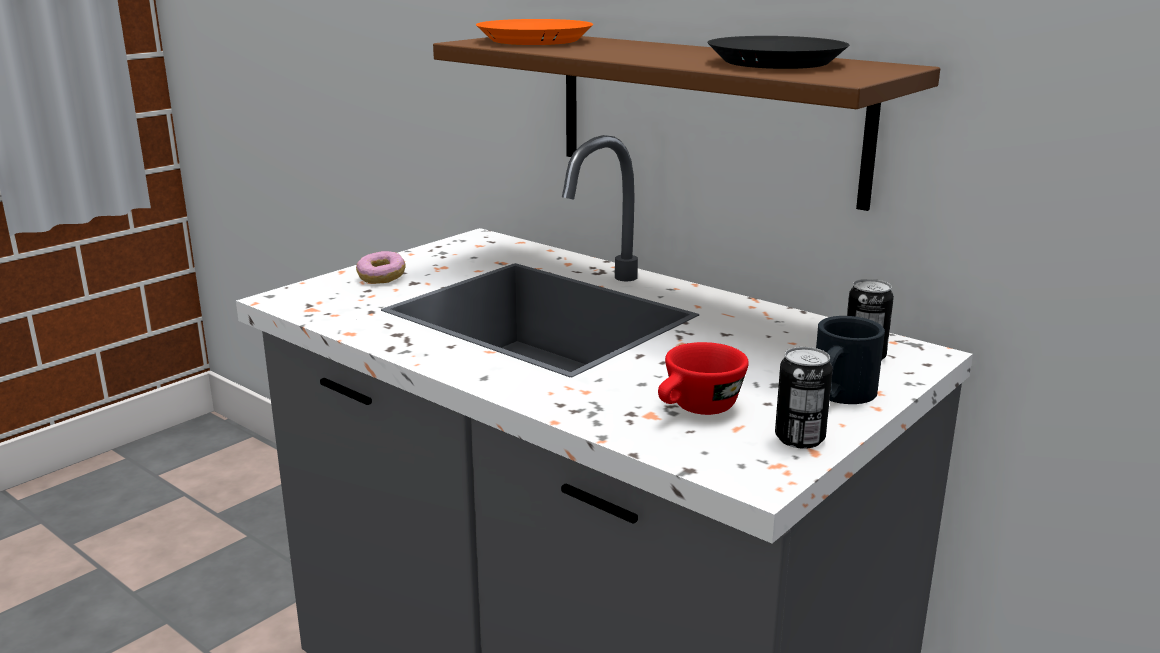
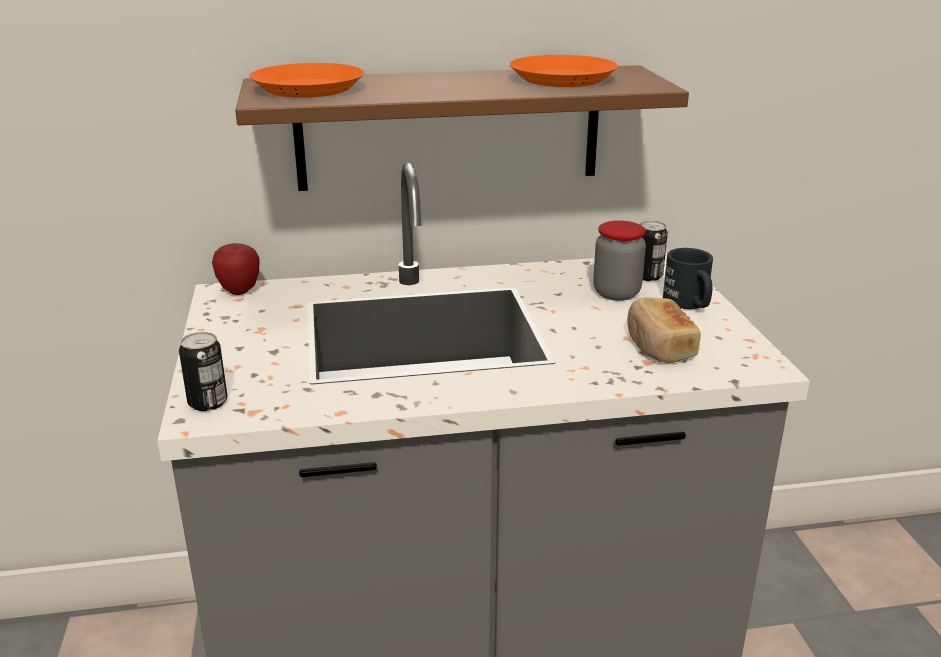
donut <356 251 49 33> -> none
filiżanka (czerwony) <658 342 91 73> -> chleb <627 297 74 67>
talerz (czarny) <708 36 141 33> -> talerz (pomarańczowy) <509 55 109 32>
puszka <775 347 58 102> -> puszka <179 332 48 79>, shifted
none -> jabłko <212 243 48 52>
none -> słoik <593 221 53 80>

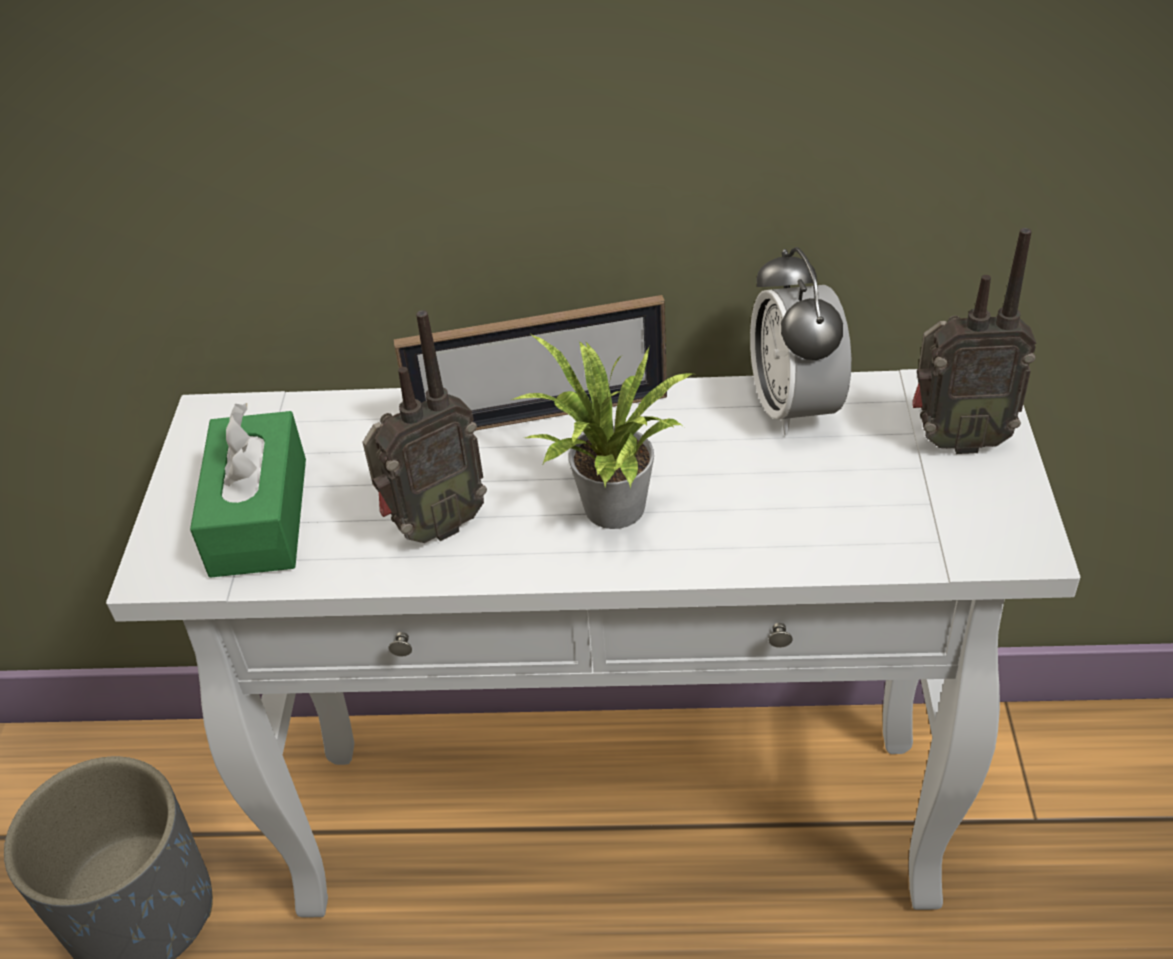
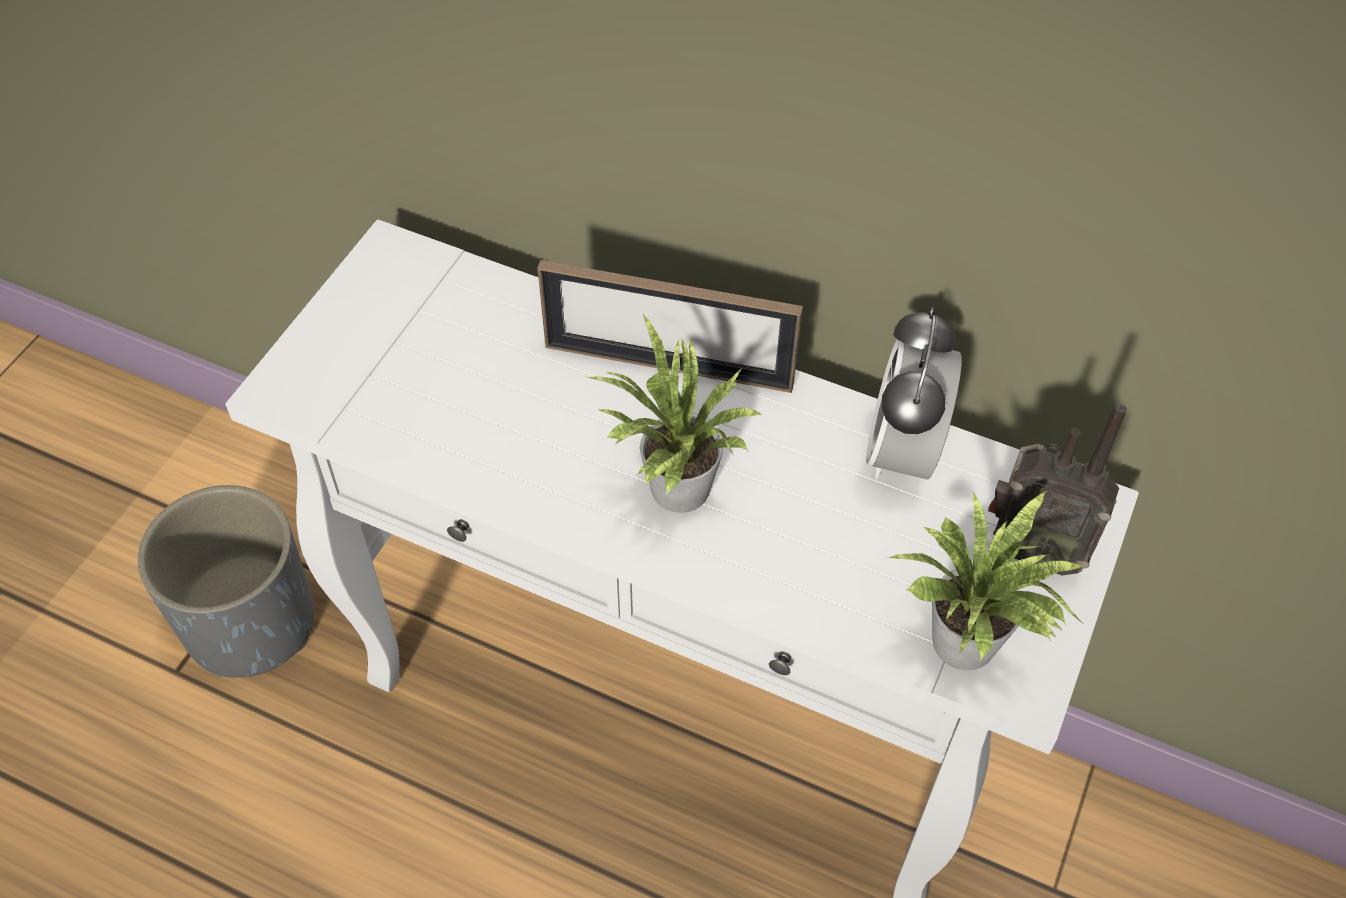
pudełko chusteczek (zielony) <190 403 116 175> -> none
radio <363 310 124 233> -> none
none -> roślina doniczkowa <888 491 197 179>

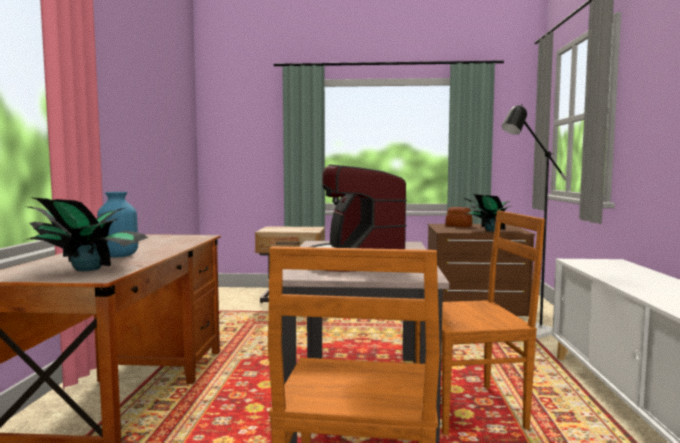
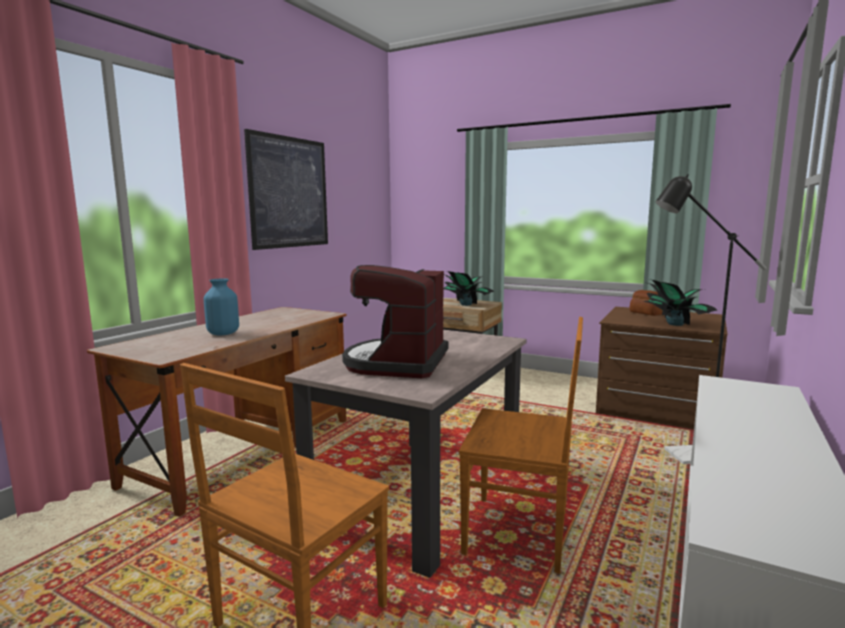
roślina doniczkowa <26 198 122 73> -> roślina doniczkowa <443 271 51 35>, shifted
none -> obraz <244 129 84 121>

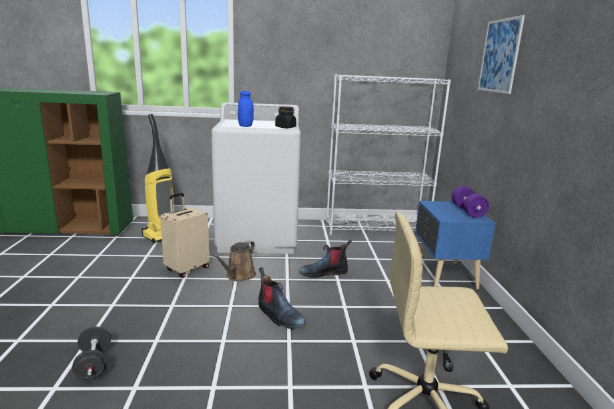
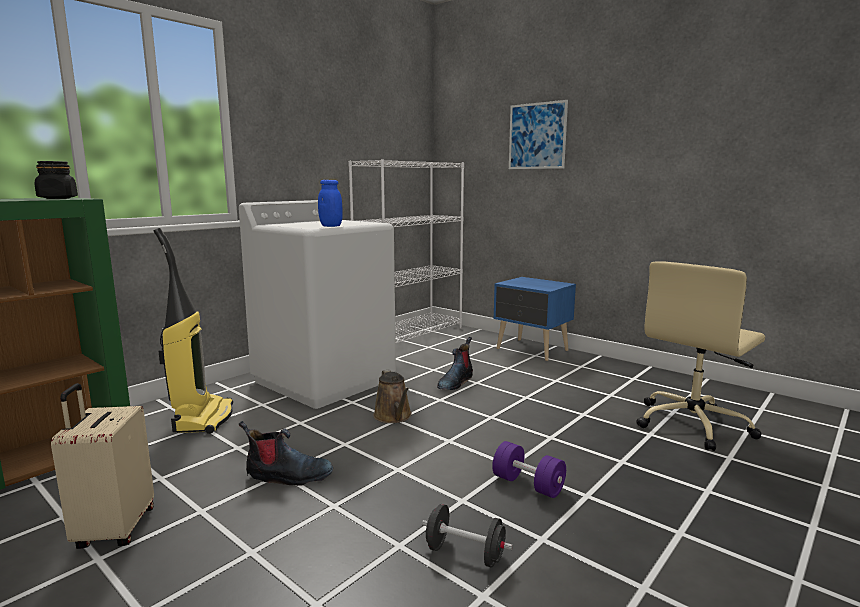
walizka (beżowy) <160 193 49 85> -> walizka (beżowy) <51 383 103 166>, shifted
but z cholewką <258 267 48 63> -> but z cholewką <239 421 94 65>, shifted
słoik (czarny) <275 106 21 22> -> słoik (czarny) <35 161 43 38>, shifted
hantel (fioletowy) <452 186 37 32> -> hantel (fioletowy) <492 441 74 57>, shifted

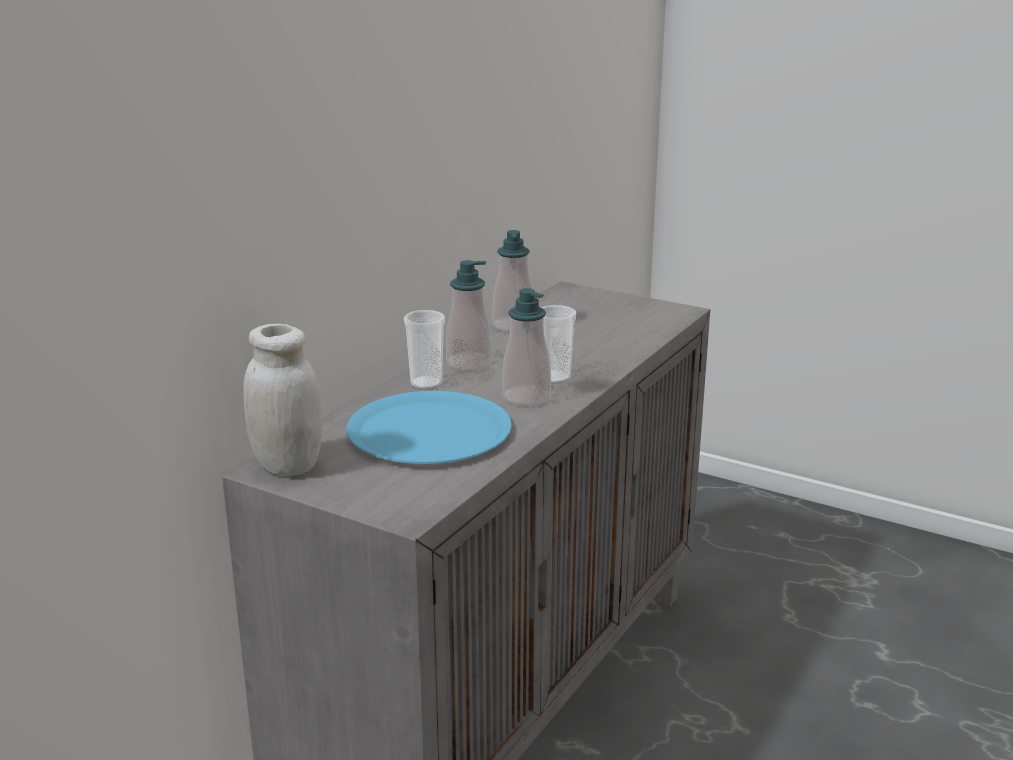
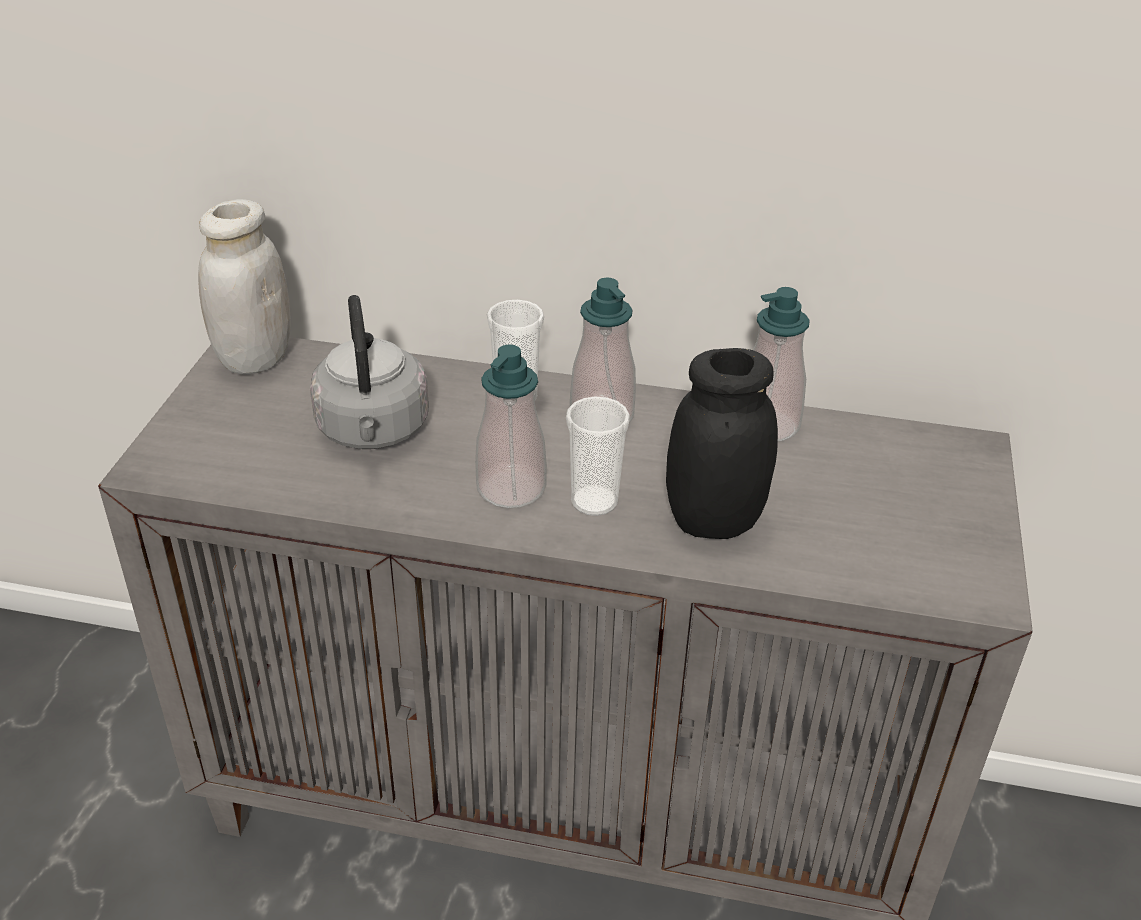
talerz (niebieski) <346 391 166 73> -> czajnik (szary) <310 295 119 154>
none -> słoik (czarny) <666 348 112 191>

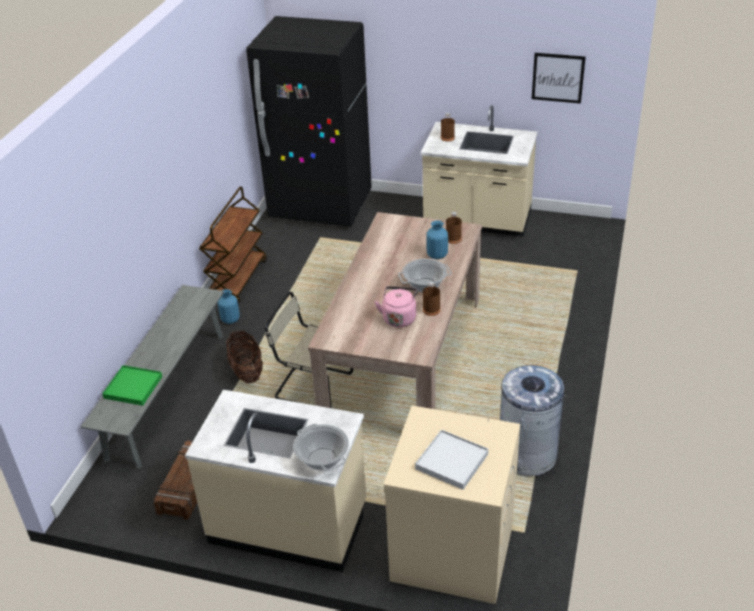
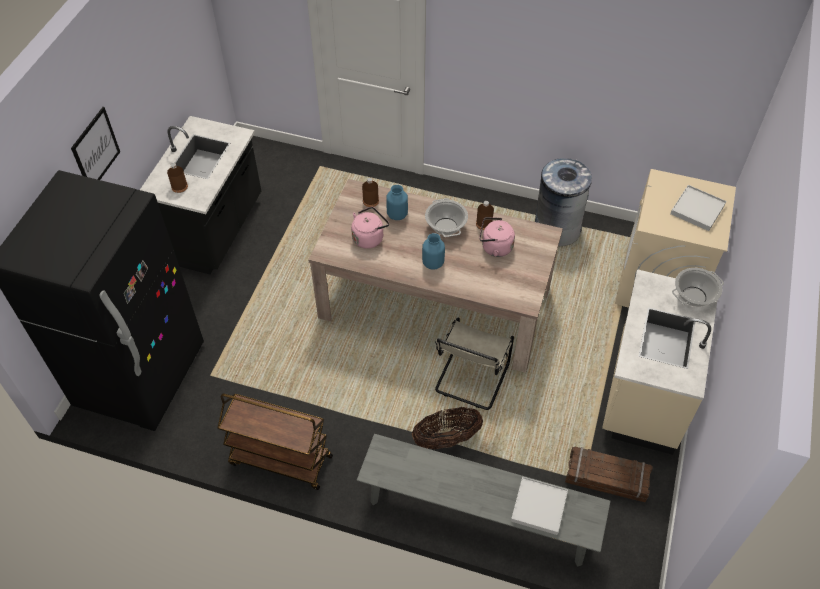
taca (zielony) <102 365 60 41> -> taca (biały) <511 477 57 58>
wazon (niebieski) <218 289 22 35> -> wazon (niebieski) <422 233 23 37>, shifted
zabudowa kuchenna (beżowy) <421 105 117 132> -> zabudowa kuchenna (czarny) <140 116 121 158>
obraz <532 53 54 51> -> obraz <71 107 49 73>, shifted
none -> czajnik (różowy) <351 207 38 42>

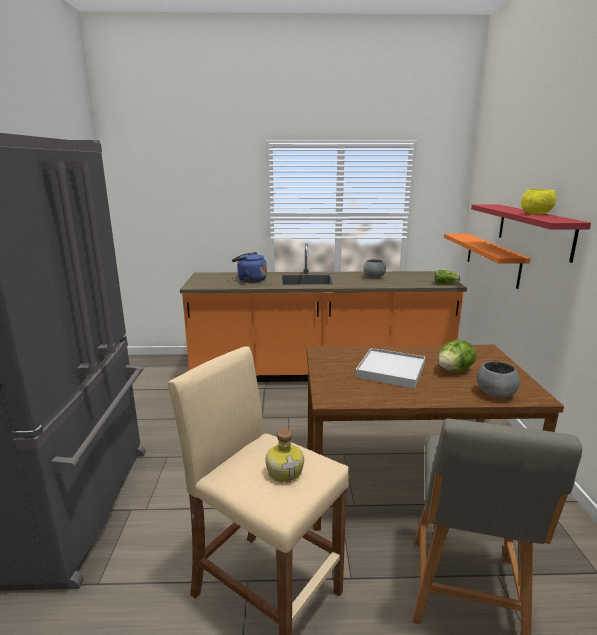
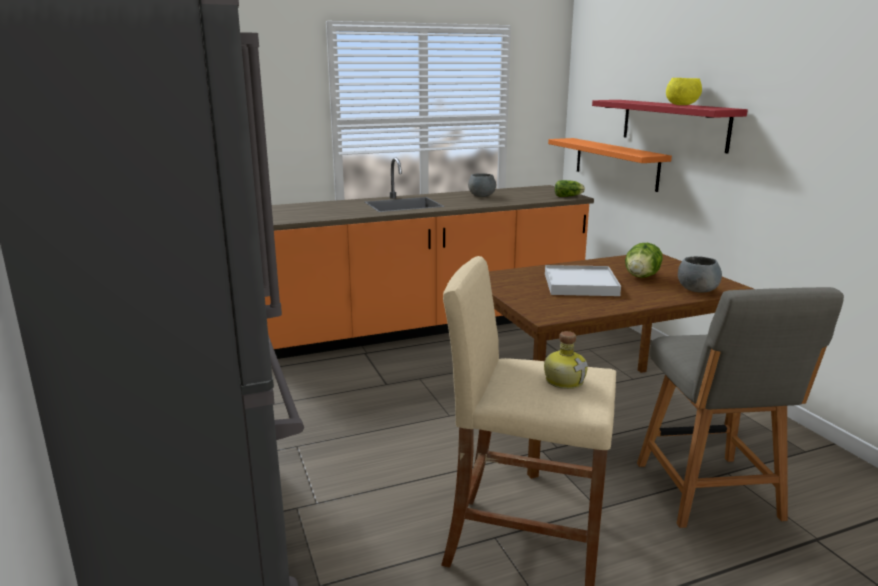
czajnik (niebieski) <232 252 35 31> -> none

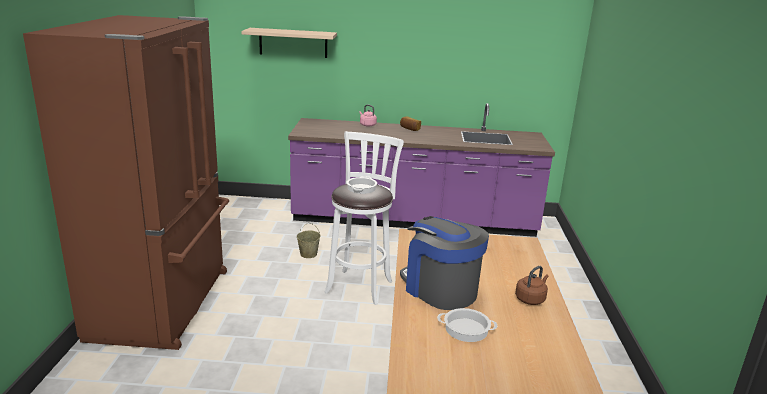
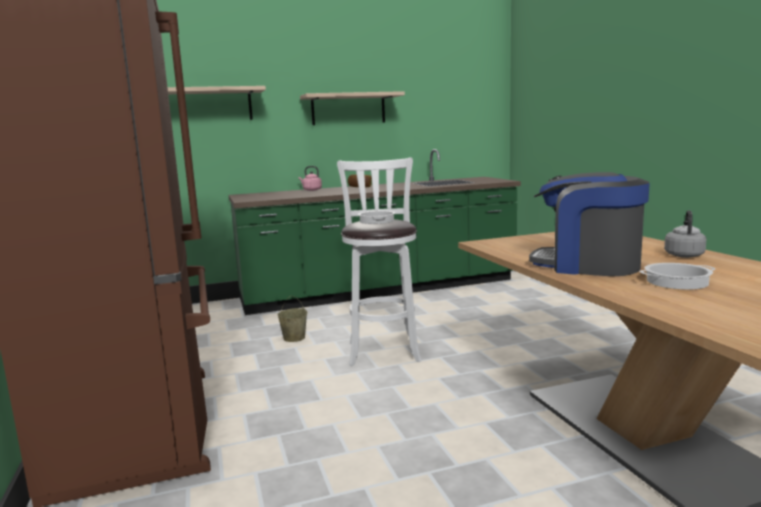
zabudowa kuchenna (fioletowy) <288 103 267 134> -> zabudowa kuchenna (zielony) <229 149 292 166>
czajnik (brązowy) <515 266 34 39> -> czajnik (szary) <664 210 43 48>
none -> półka <300 91 105 34>

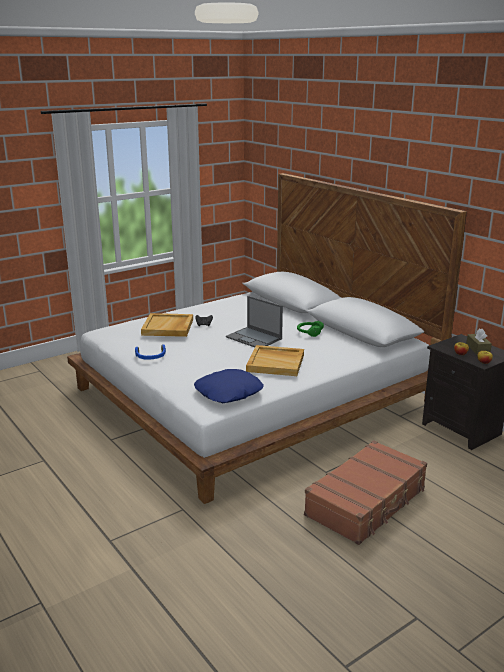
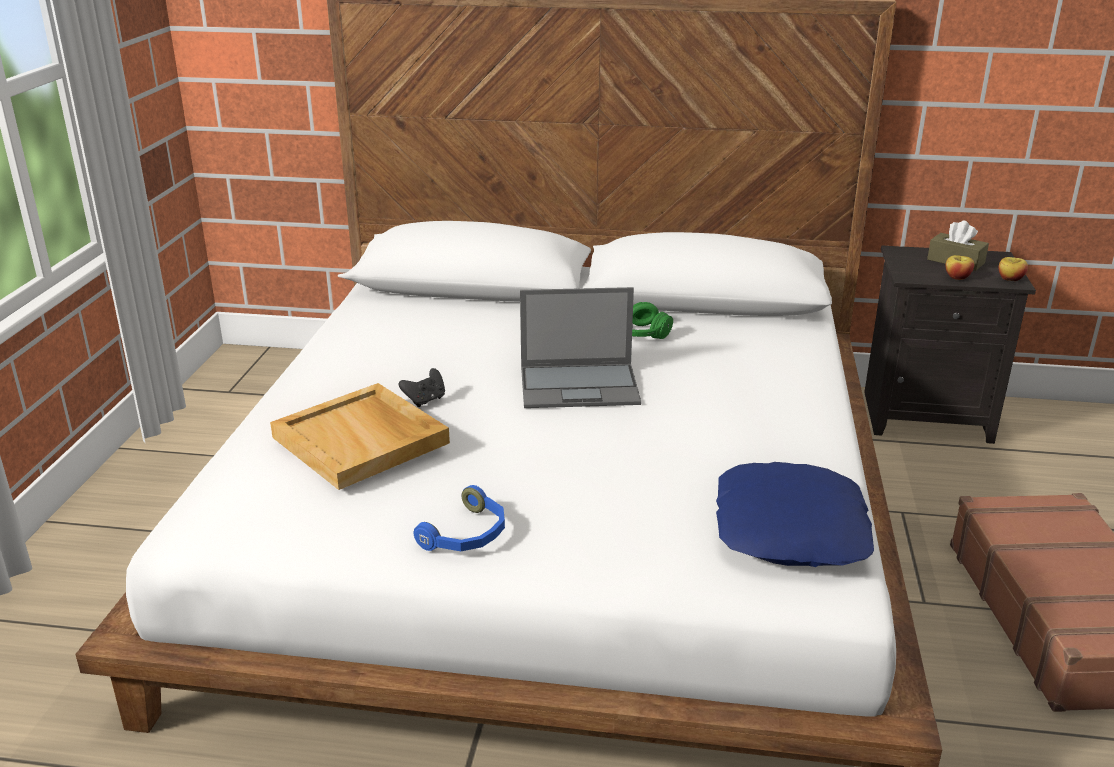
taca (beżowy) <246 345 58 31> -> none

